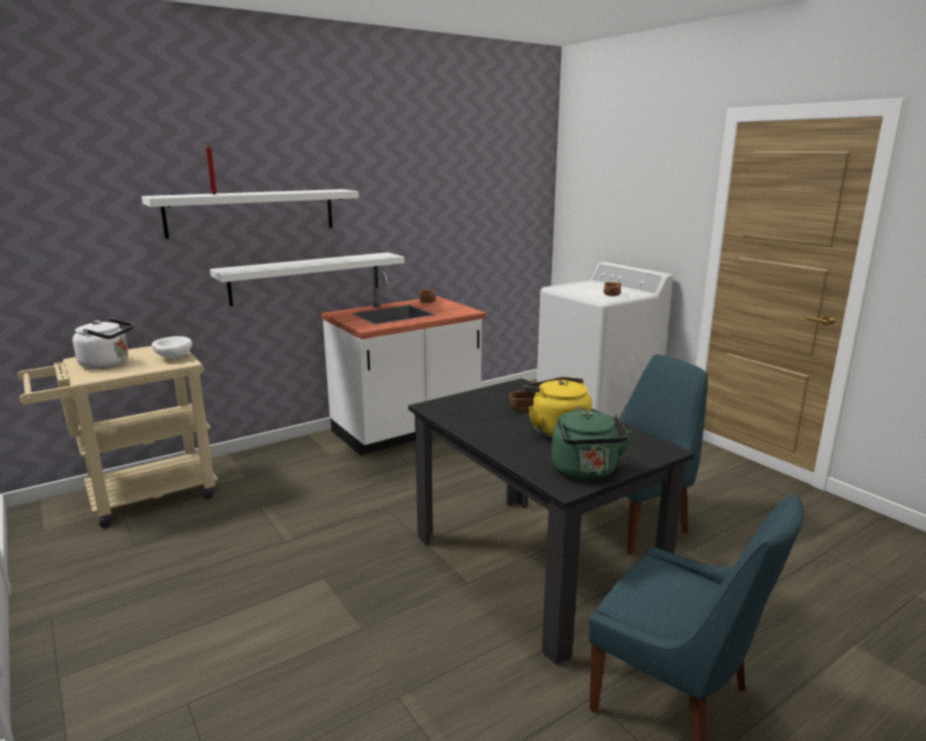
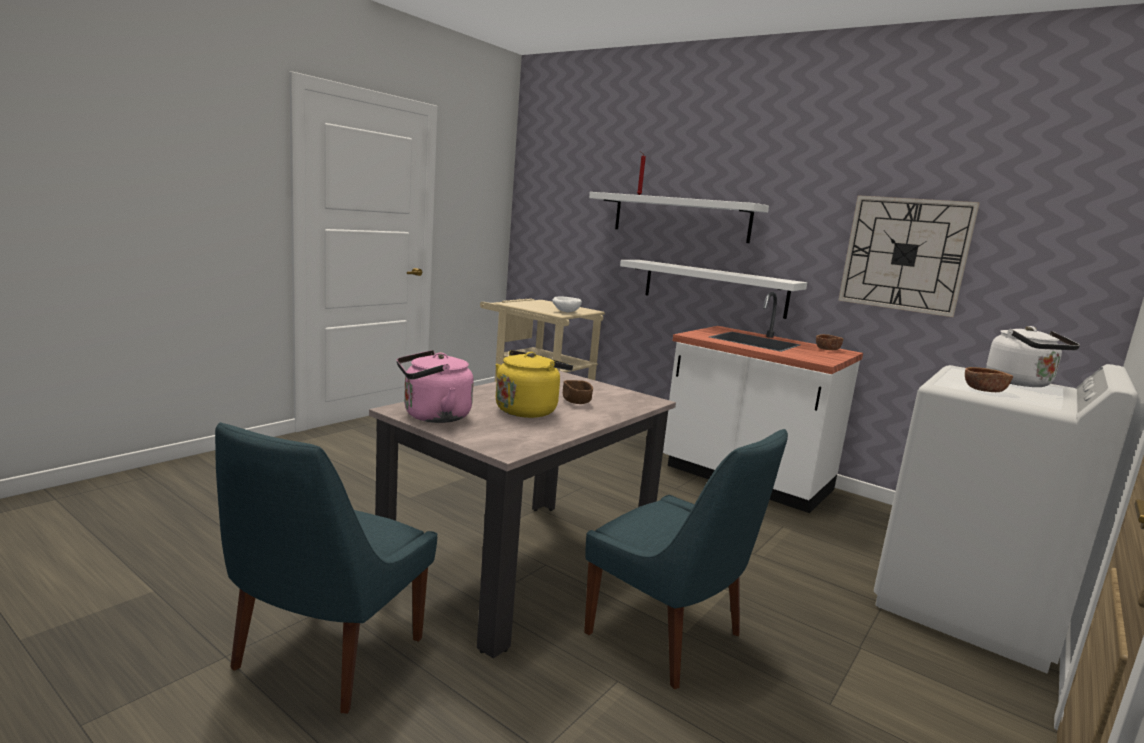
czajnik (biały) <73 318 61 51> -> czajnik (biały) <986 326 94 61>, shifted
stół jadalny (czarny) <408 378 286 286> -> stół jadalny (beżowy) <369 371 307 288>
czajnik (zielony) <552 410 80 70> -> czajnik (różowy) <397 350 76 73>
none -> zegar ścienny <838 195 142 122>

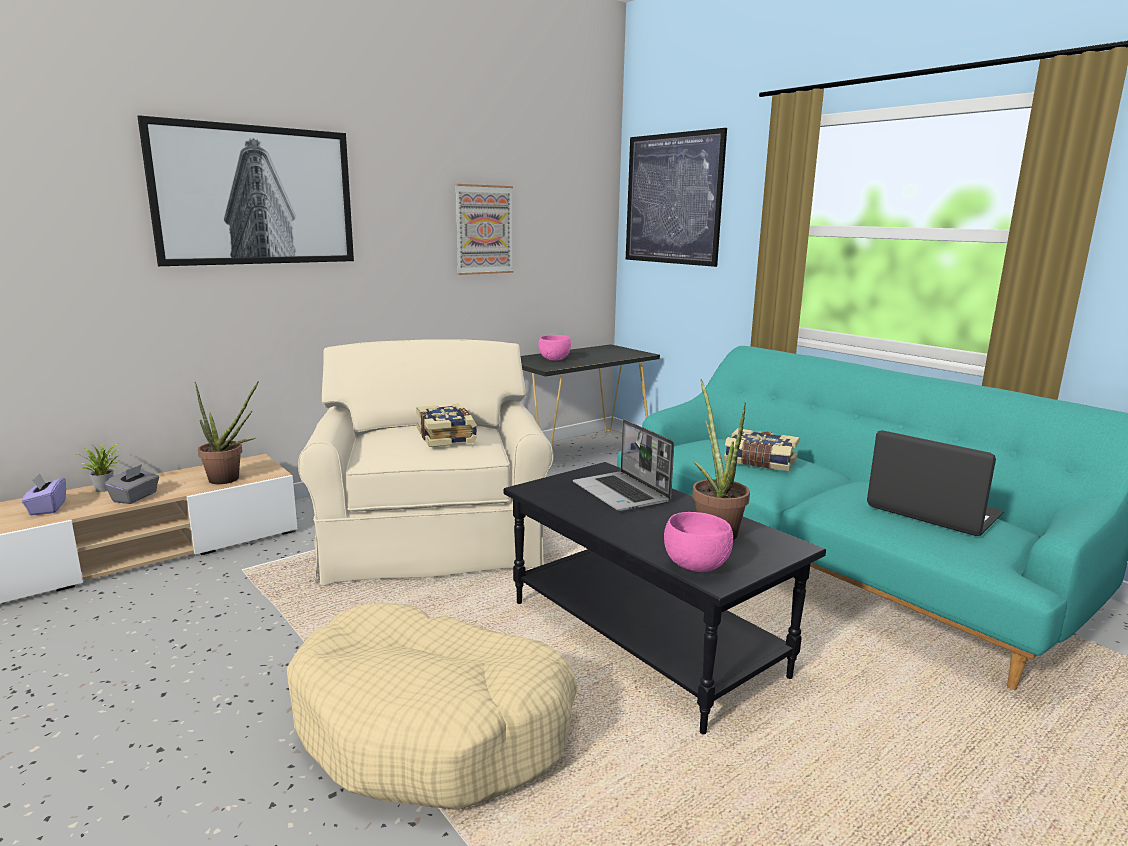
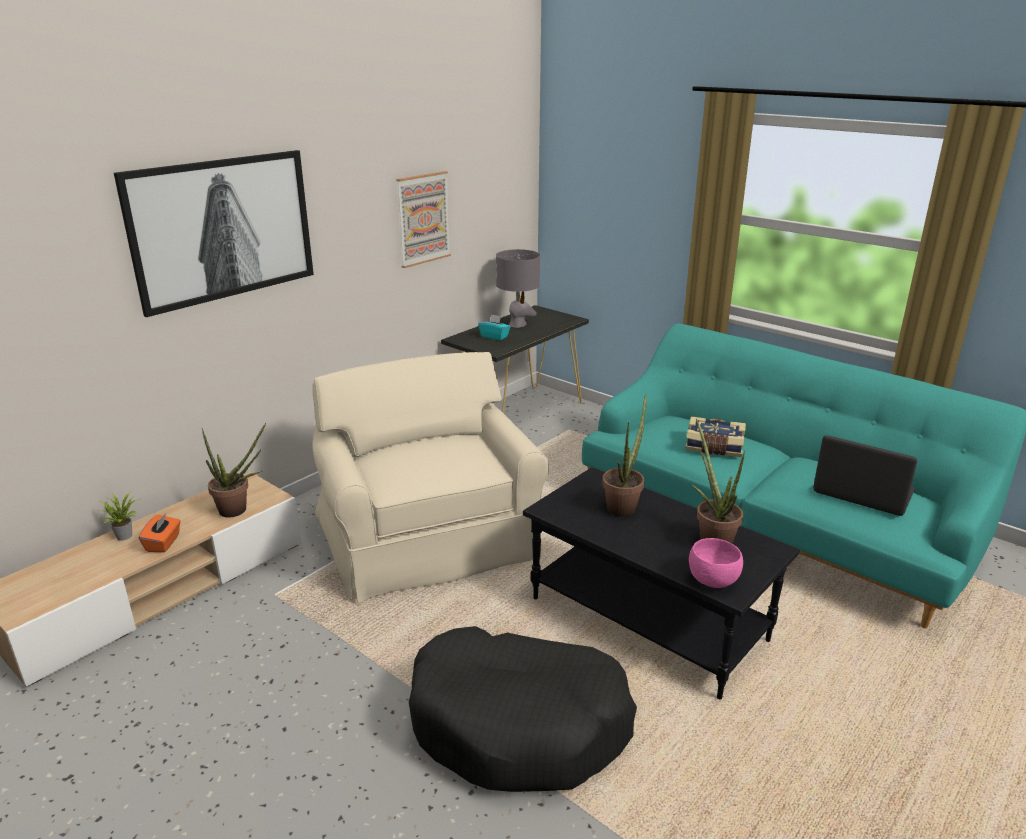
pudełko chusteczek (fioletowy) <22 473 44 42> -> none
pudełko chusteczek (szary) <105 464 54 40> -> pudełko chusteczek (pomarańczowy) <139 514 42 38>
legowisko (beżowy) <287 602 290 208> -> legowisko (czarny) <409 626 228 166>
książka <416 404 61 43> -> none
miska (różowy) <538 335 33 26> -> pudełko chusteczek (turkusowy) <478 314 32 27>
laptop <573 419 101 92> -> roślina doniczkowa <602 393 45 124>
obraz <626 128 101 139> -> none
none -> lampa stołowa (szary) <496 249 44 79>

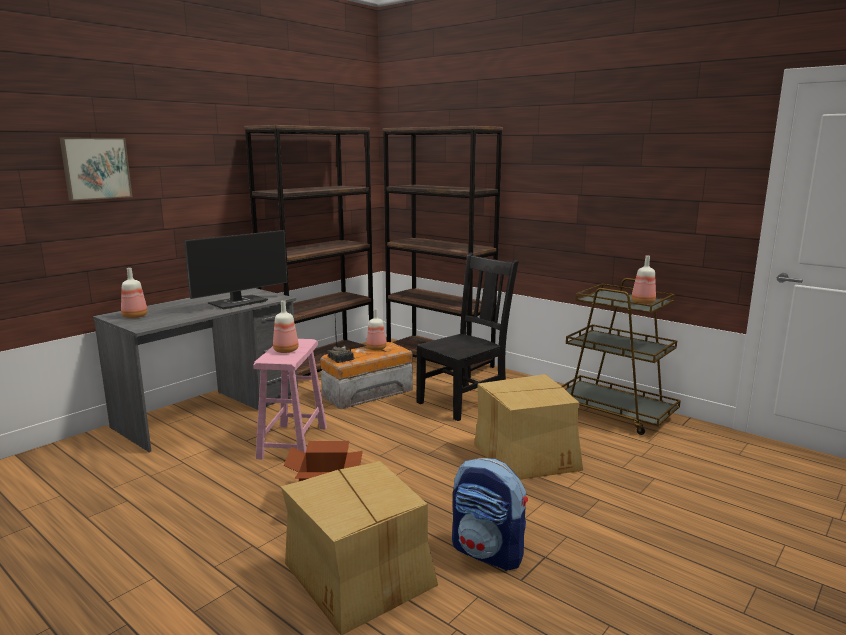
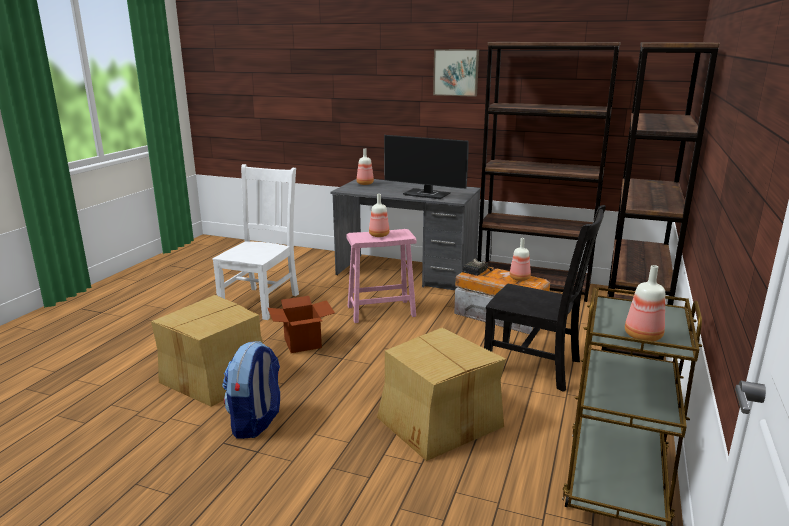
obraz <60 137 72 64> -> obraz <433 49 46 48>, shifted
none -> krzesło (biały) <212 164 87 156>

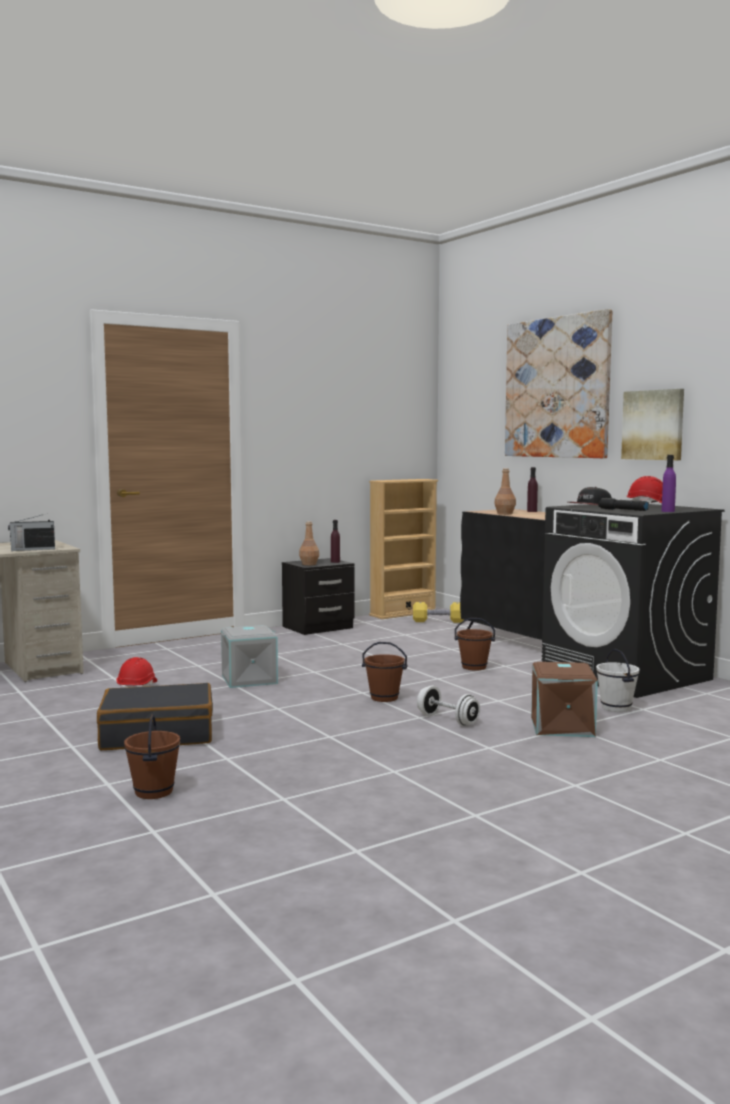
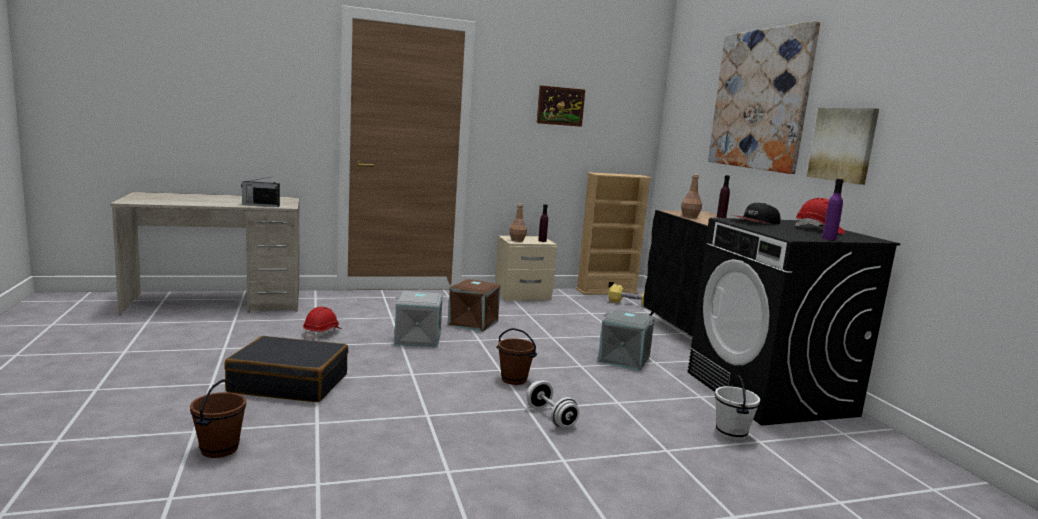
szafka nocna (czarny) <282 558 72 77> -> szafka nocna (beżowy) <495 236 62 65>
wiadro (brązowy) <454 618 41 53> -> pojemnik do przechowywania (szary) <598 309 57 62>
pojemnik do przechowywania (brązowy) <531 662 67 75> -> pojemnik do przechowywania (brązowy) <448 279 53 53>, shifted
latarka (czarny) <598 498 51 13> -> none
none -> obraz <537 85 48 42>

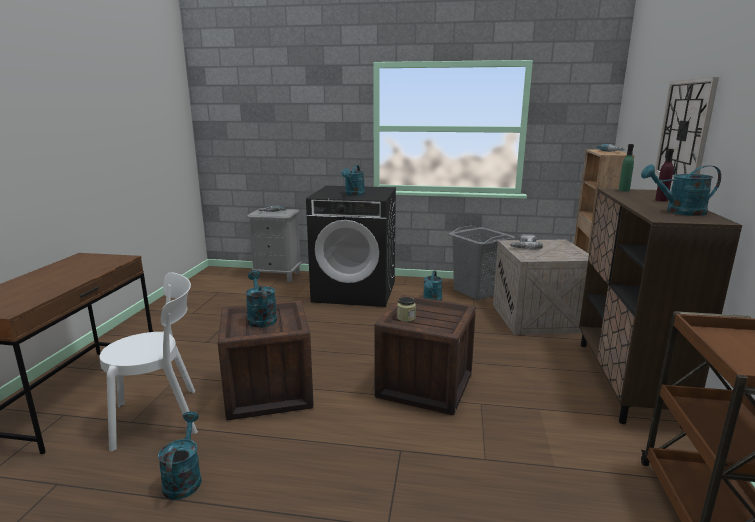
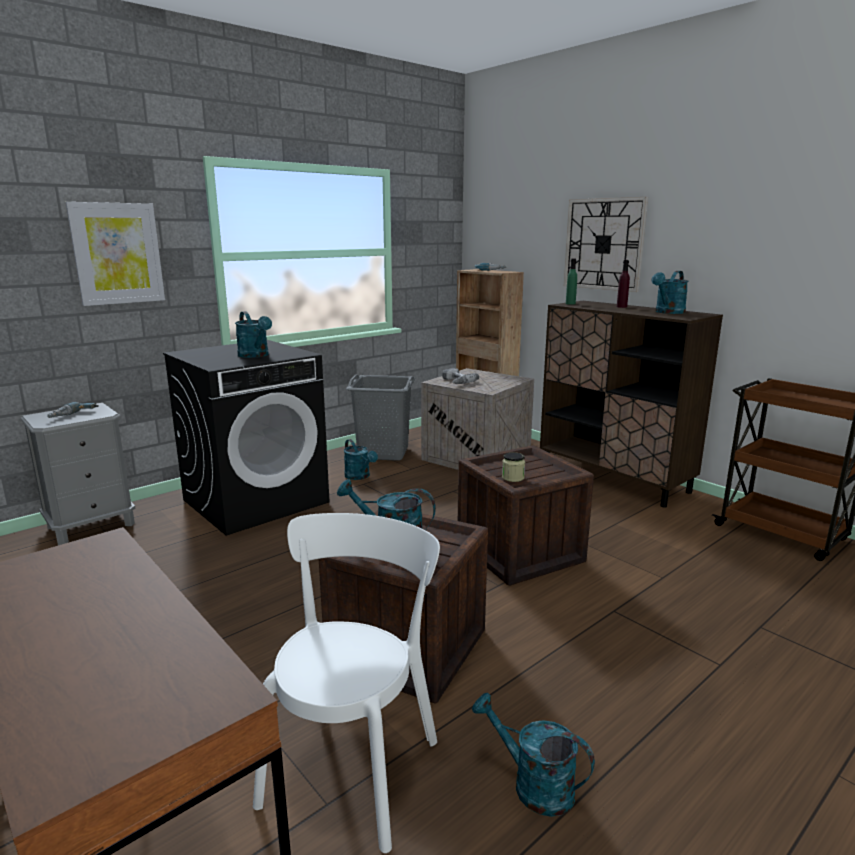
none -> obraz <65 202 100 104>

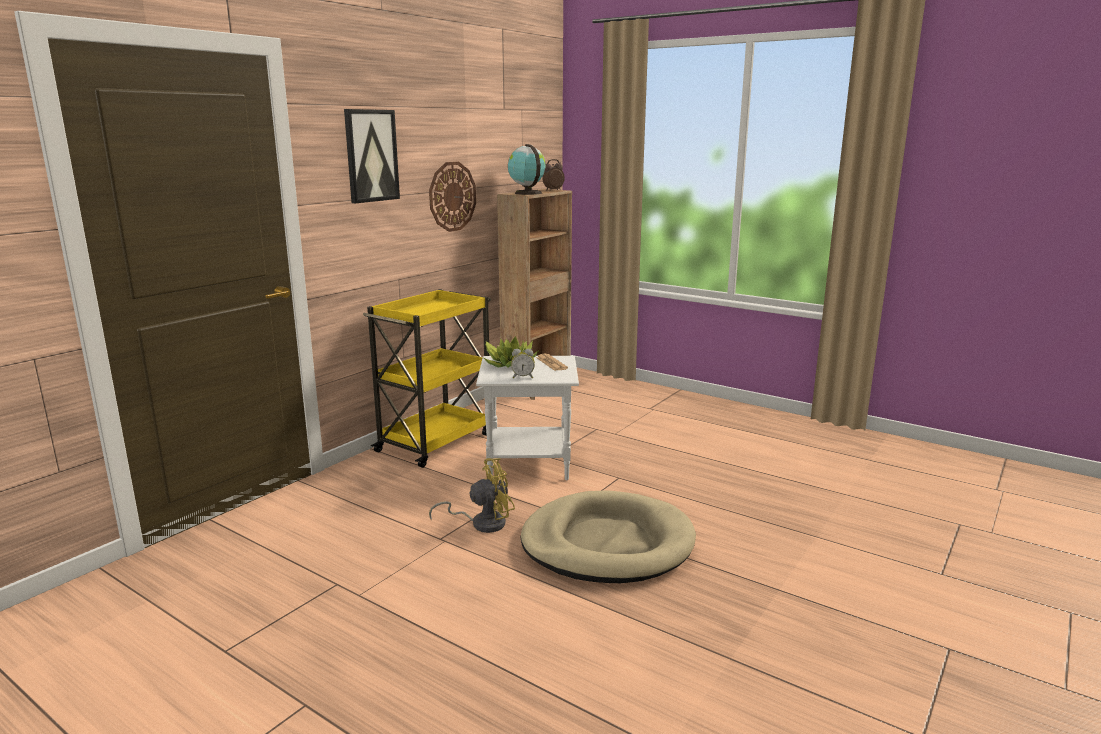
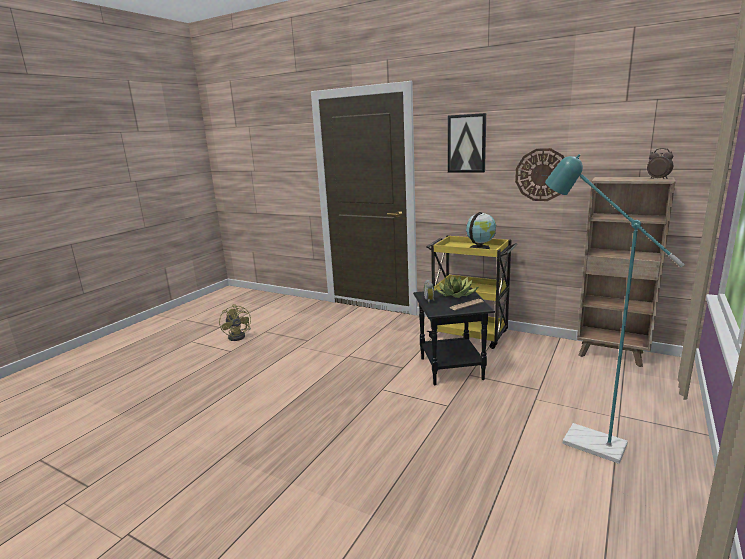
wentylator (żółty) <429 458 86 75> -> wentylator (żółty) <219 304 32 37>, shifted
stolik (biały) <476 356 103 124> -> stolik (czarny) <413 287 82 98>
globus <508 144 38 51> -> globus <466 212 30 37>, shifted
legowisko (beżowy) <520 490 176 93> -> none
none -> lampa stojąca (turkusowy) <545 154 140 310>

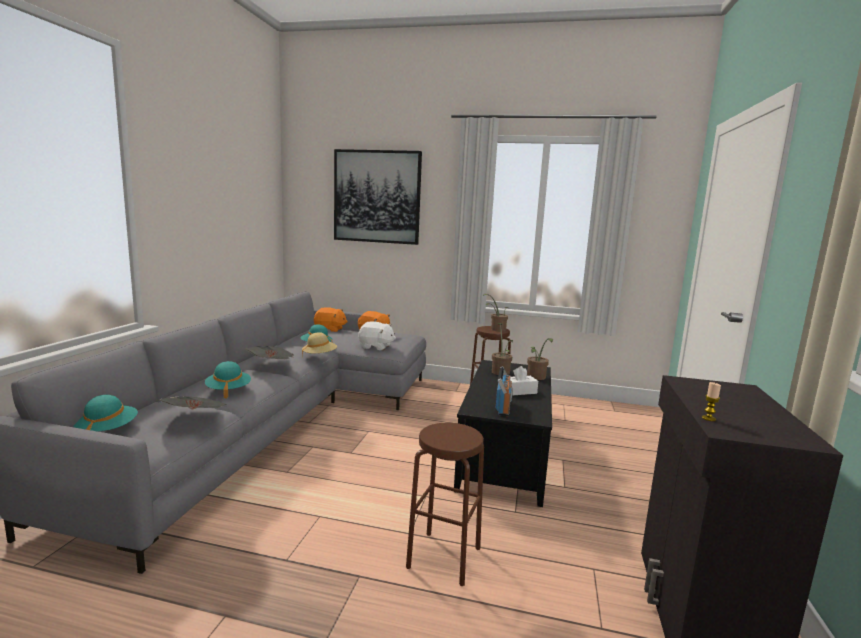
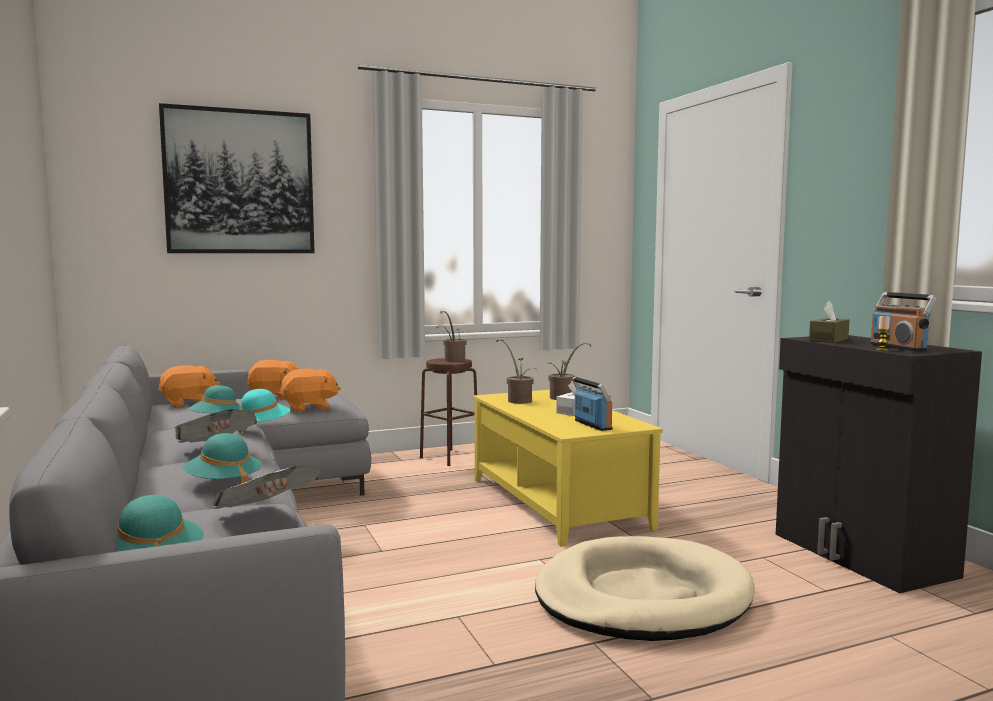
kapelusz (beżowy) <302 332 35 25> -> kapelusz (turkusowy) <238 389 52 45>
pluszak (biały) <358 321 38 29> -> pluszak (pomarańczowy) <279 368 62 44>
stołek (brązowy) <406 423 78 163> -> legowisko (beżowy) <535 536 220 105>
ława (czarny) <454 360 98 147> -> ława (żółty) <473 390 190 157>
none -> pudełko chusteczek (brązowy) <809 301 40 42>
none -> radio <870 292 67 59>

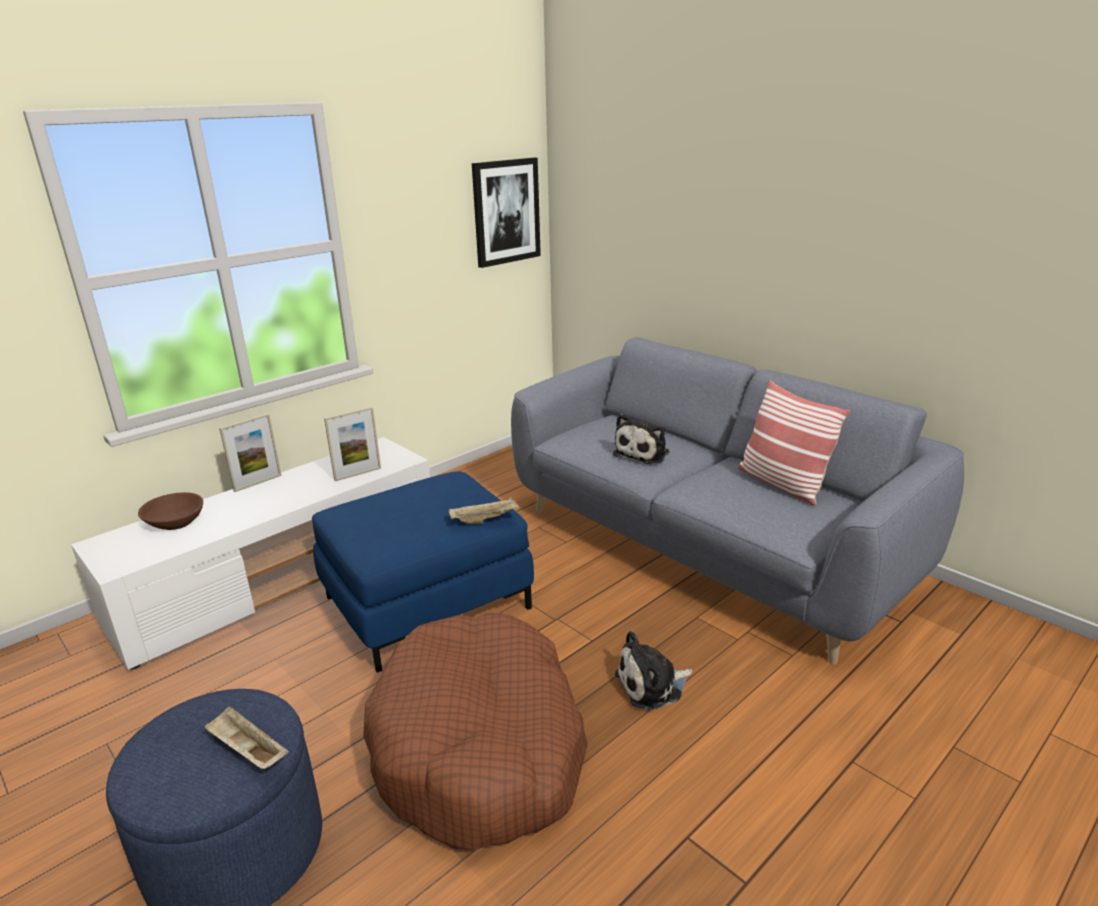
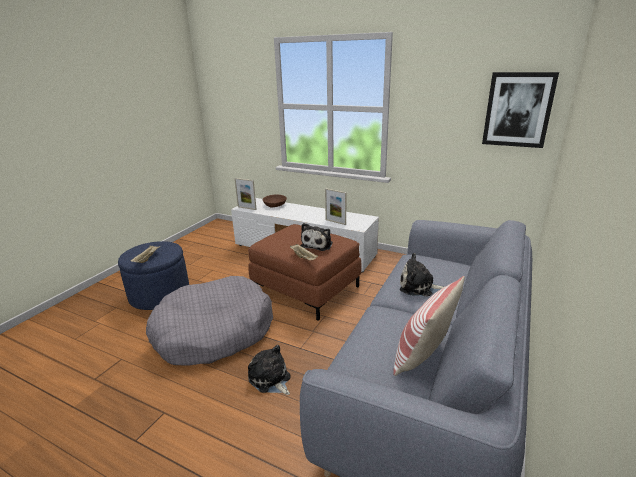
ramka na zdjęcie <219 413 63 79> -> ramka na zdjęcie <234 178 23 32>, shifted
pufa (niebieski) <312 471 222 202> -> pufa (brązowy) <248 224 114 97>
legowisko (brązowy) <363 612 225 238> -> legowisko (szary) <146 276 127 90>
none -> pluszak <301 223 32 28>

